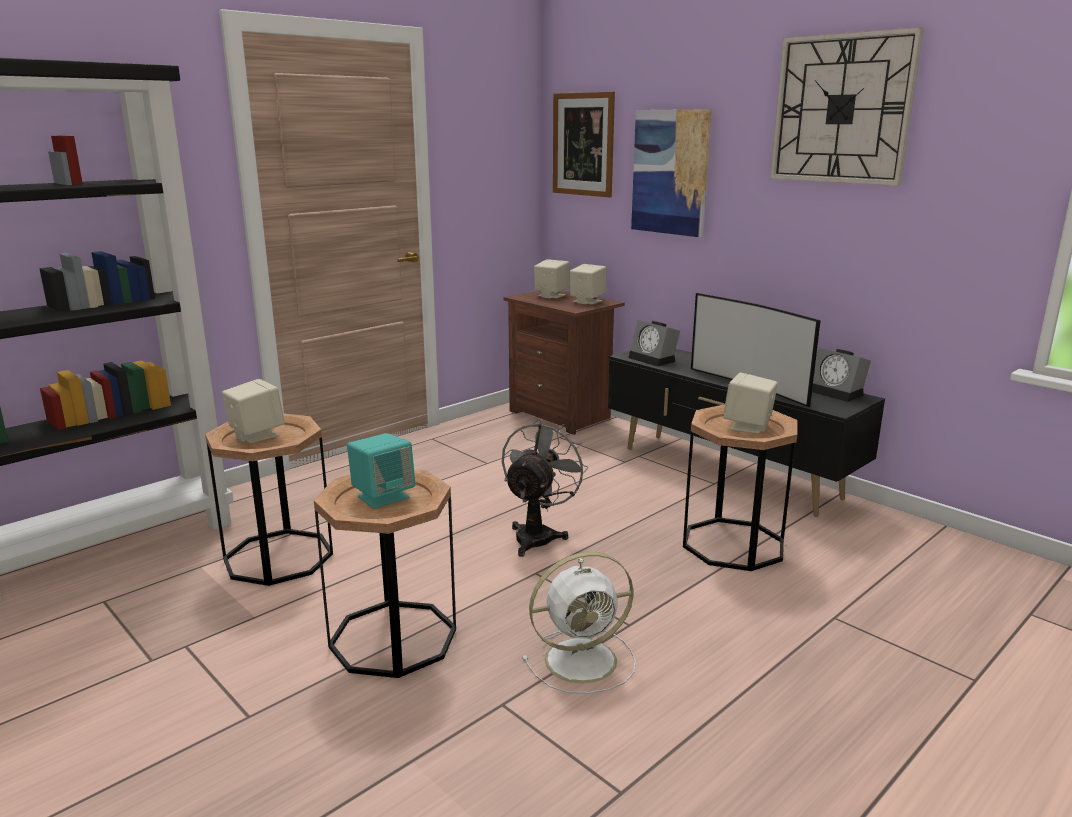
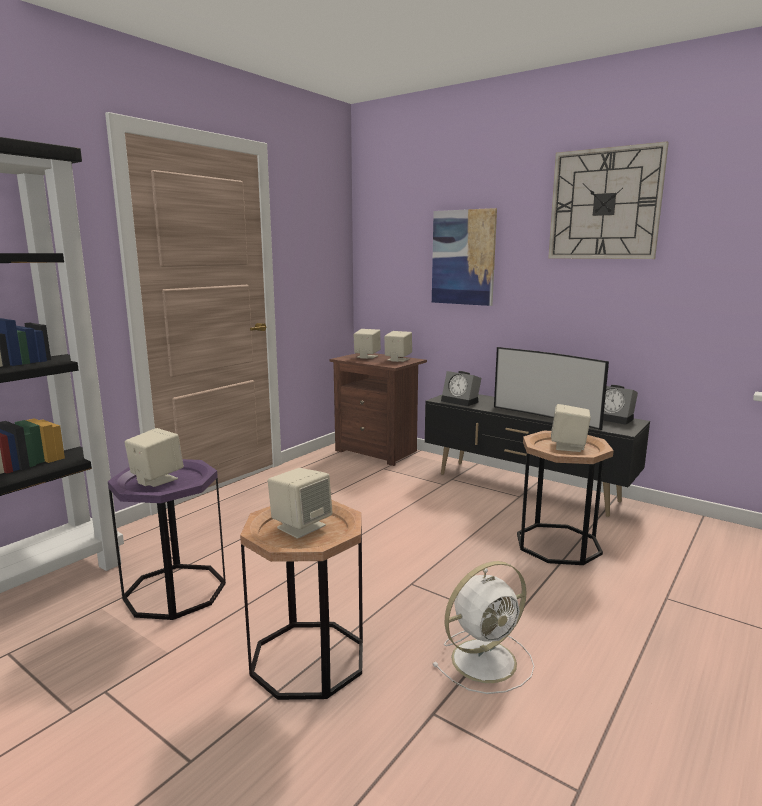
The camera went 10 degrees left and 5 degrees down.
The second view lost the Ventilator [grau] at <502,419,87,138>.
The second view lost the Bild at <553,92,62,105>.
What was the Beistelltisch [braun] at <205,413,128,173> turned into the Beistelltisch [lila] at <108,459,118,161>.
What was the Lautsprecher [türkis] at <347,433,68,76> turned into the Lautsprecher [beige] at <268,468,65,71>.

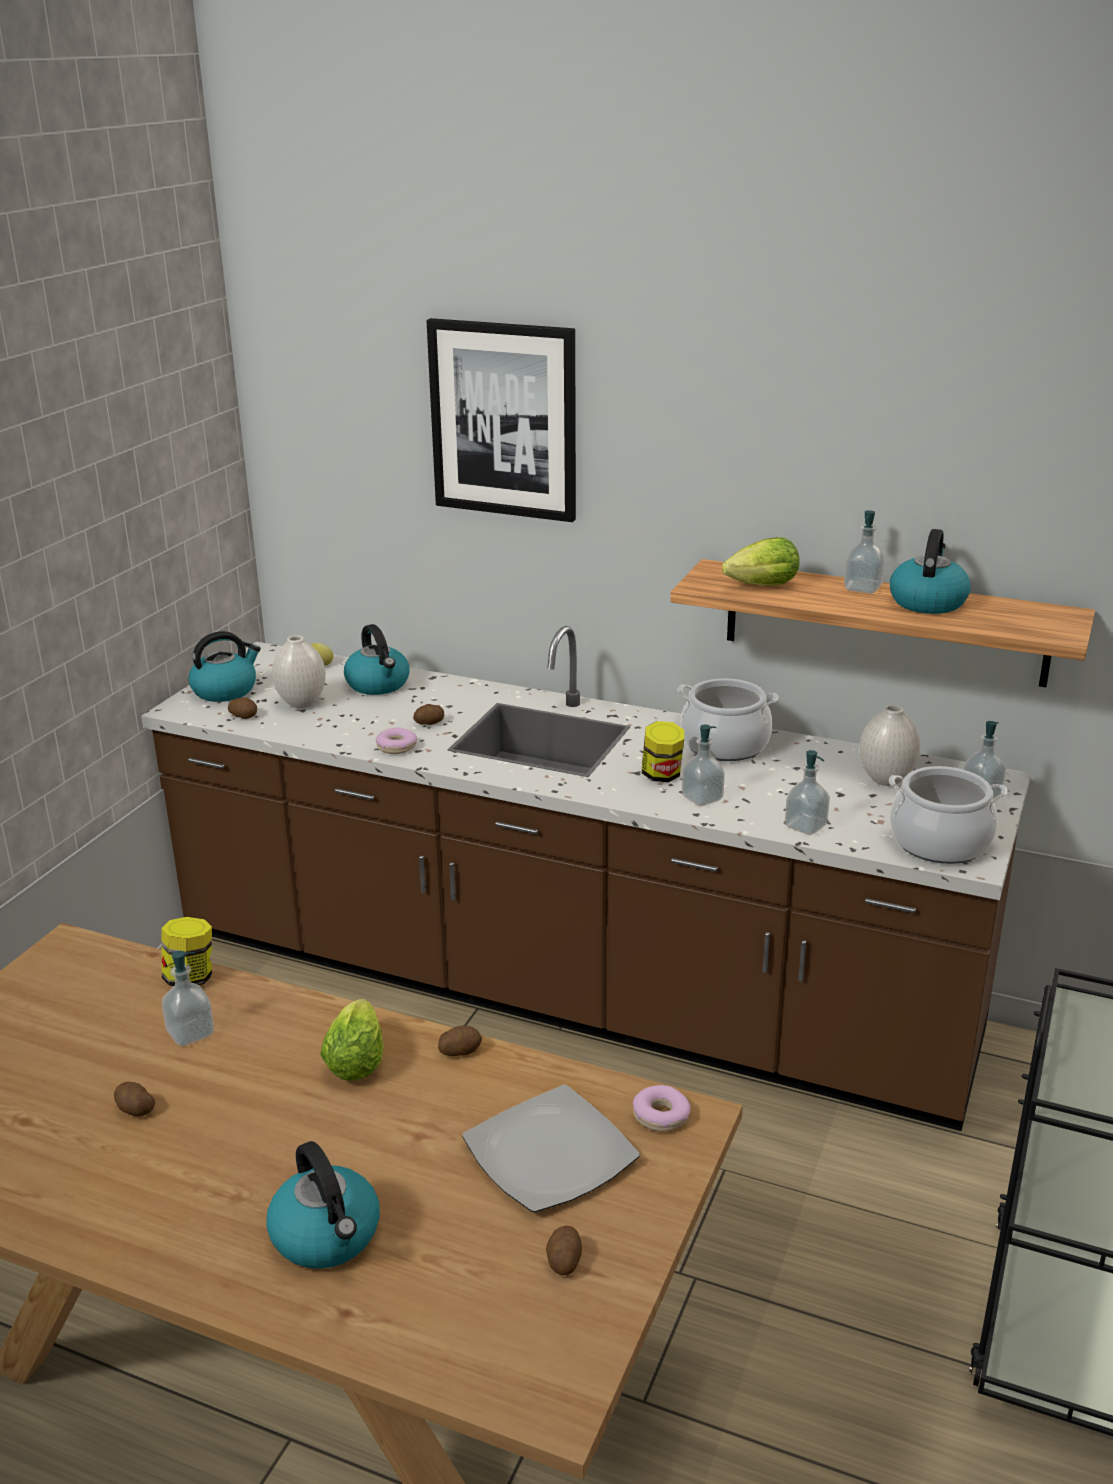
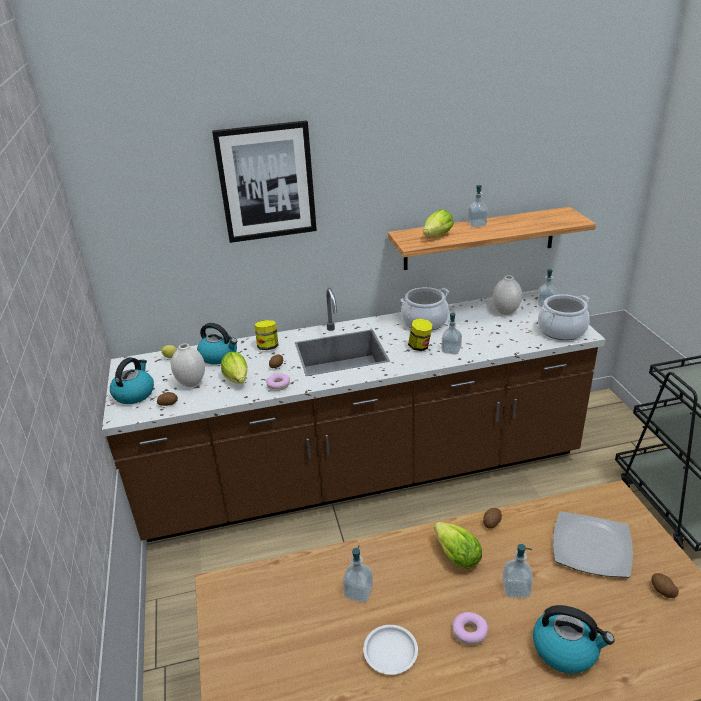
The camera went 35 degrees left and 5 degrees up.
The second view lost the Wasserkessel at <890,529,81,85>.
The second view gained the Salatkopf at <221,352,26,32>.
The Vorratsglas ended up elsewhere, having gone from <161,917,51,69> to <255,320,23,30>.
The Donut ended up elsewhere, having gone from <633,1085,58,47> to <453,612,35,33>.
The Seifenspender ended up elsewhere, having gone from <785,750,45,85> to <502,544,31,54>.
Where the Kartoffel stood at <114,1082,41,34>, the Teller [weiß] came to stand at <363,625,55,50>.

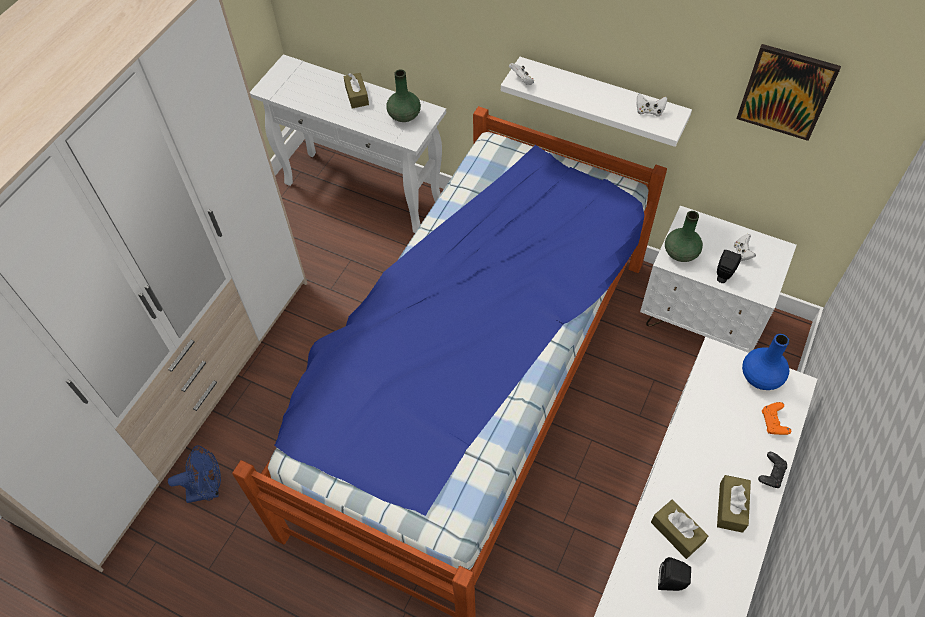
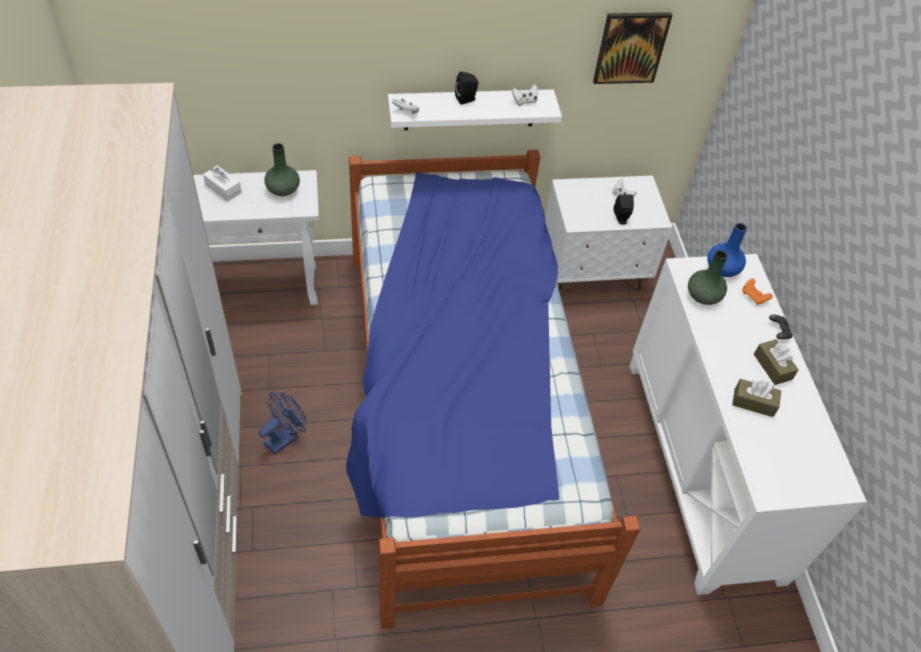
The camera went 40 degrees left and 5 degrees down.
The Ventilator [blau] ended up elsewhere, having gone from <168,445,53,58> to <259,392,47,63>.
The Lautsprecher [schwarz] ended up elsewhere, having gone from <658,557,33,34> to <455,72,23,33>.
The Vase [grün] ended up elsewhere, having gone from <665,211,38,51> to <688,250,40,55>.
What was the Taschentuchbox [braun] at <343,73,26,36> turned into the Taschentuchbox [weiß] at <203,166,39,35>.

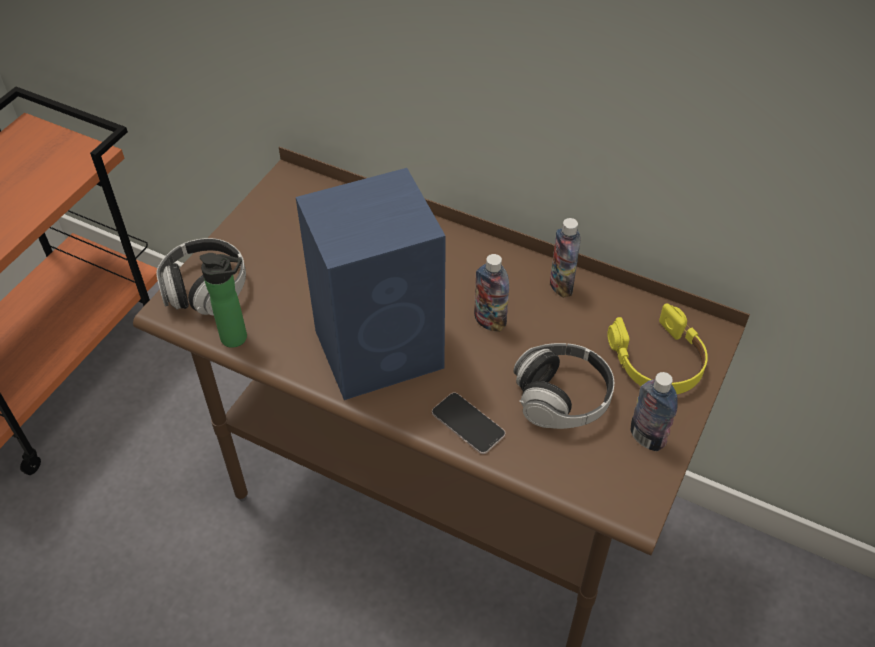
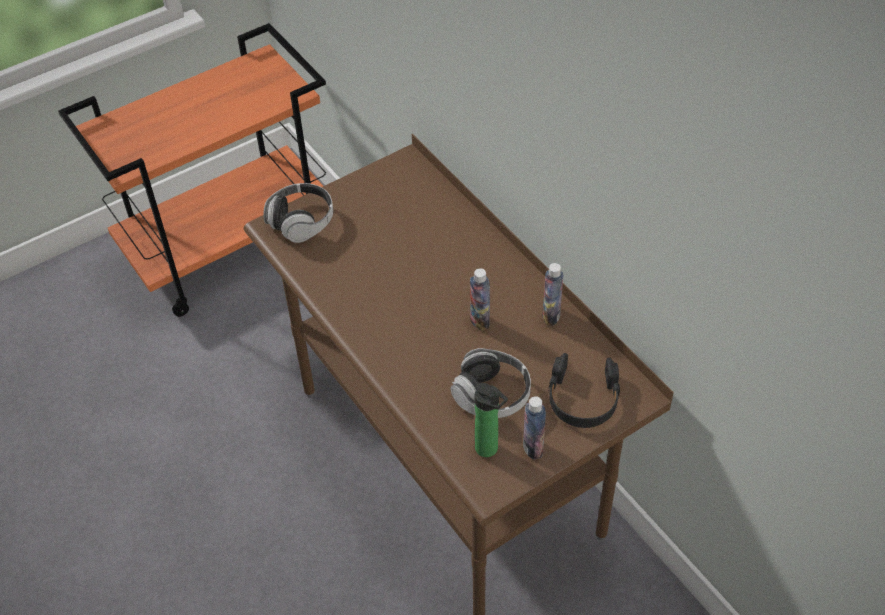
The camera went 30 degrees right and 0 degrees up.
The second view lost the Lautsprecher [blau] at <296,168,150,232>.
The second view lost the Handy at <432,393,73,61>.
The Flasche ended up elsewhere, having gone from <200,253,47,95> to <475,383,33,74>.
What was the Kopfhörer [gelb] at <607,303,101,91> turned into the Kopfhörer [schwarz] at <548,353,72,75>.

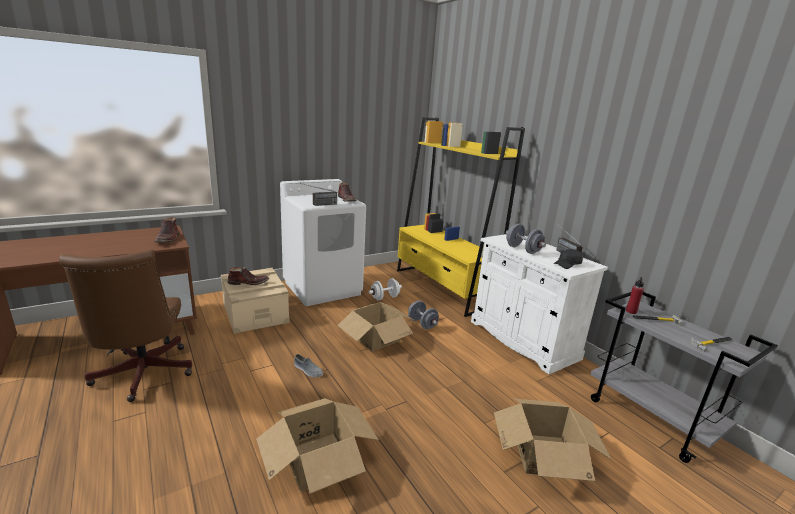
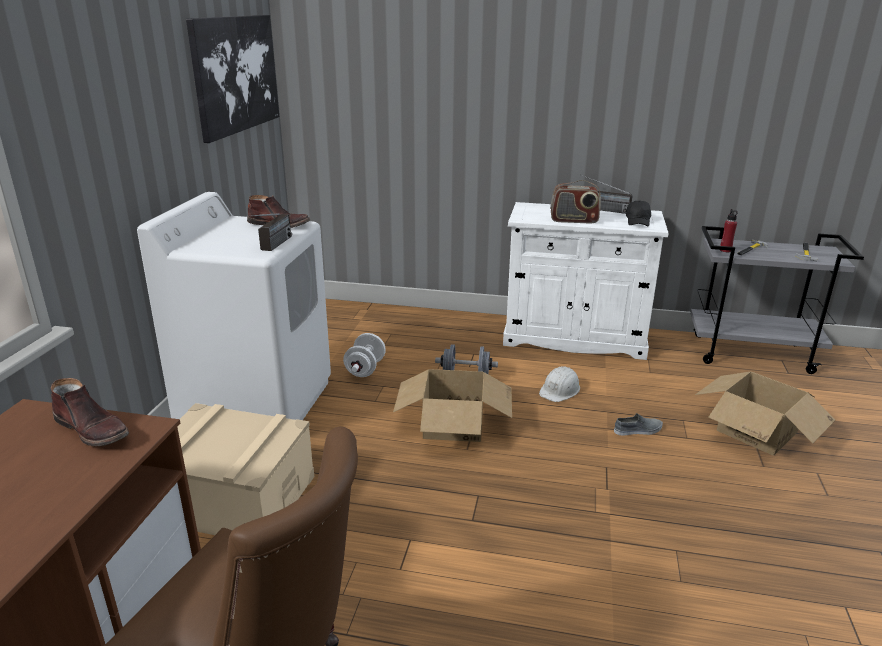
The camera went 45 degrees left and 5 degrees up.
The second view lost the Stiefel [braun] at <228,267,41,18>.
The second view lost the Karton at <256,398,123,96>.
The second view lost the Bücherregal [gelb] at <397,117,128,200>.
The second view gained the Bild at <186,15,93,128>.
The second view gained the Schutzhelm [weiß] at <539,366,41,36>.
The Schuh [grau] ended up elsewhere, having gone from <294,354,29,23> to <614,413,49,22>.
Where the Hantel [grau] stood at <506,224,40,30>, the Radio came to stand at <550,180,51,44>.

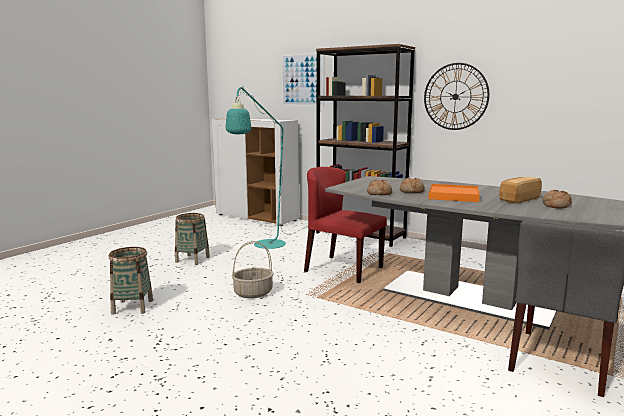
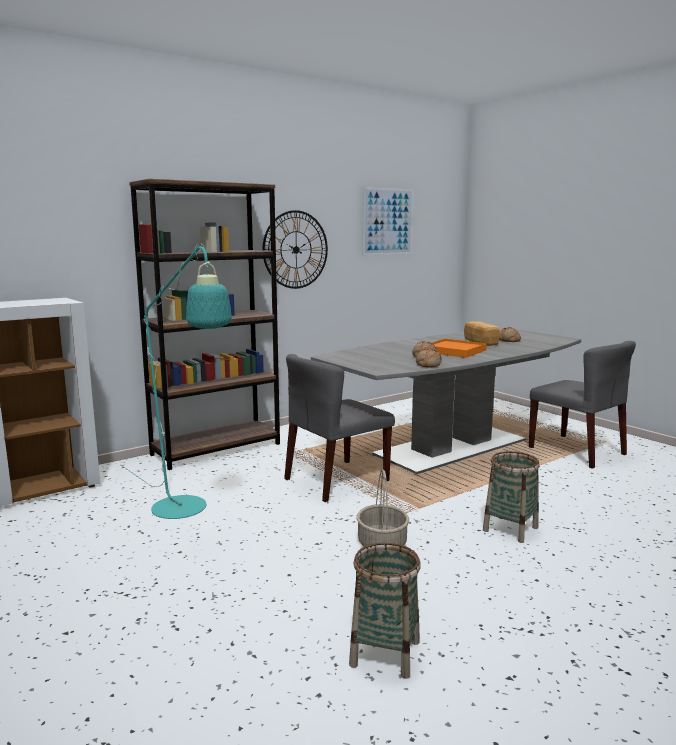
The camera went 70 degrees left and 0 degrees up.
The Korb ended up elsewhere, having gone from <175,213,35,52> to <483,451,57,92>.
The Bild ended up elsewhere, having gone from <281,53,43,54> to <362,187,51,69>.
What was the Stuhl [rot] at <304,167,83,116> turned into the Stuhl [grau] at <284,354,111,148>.

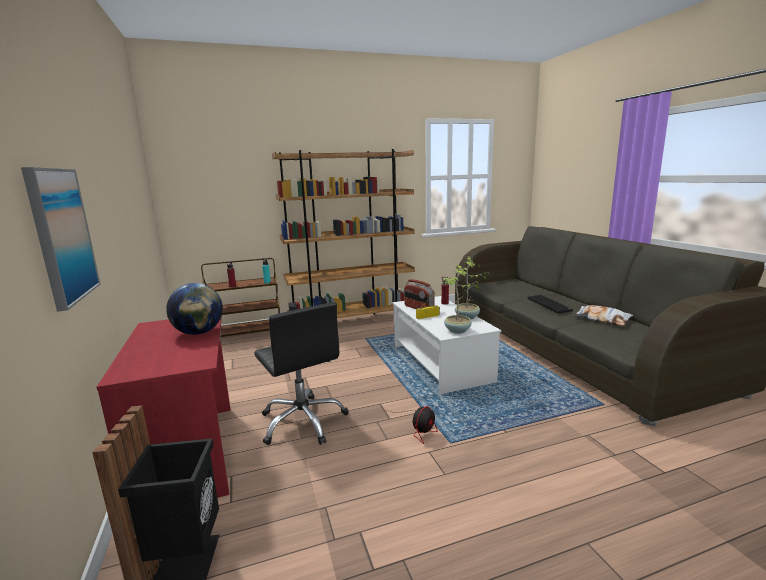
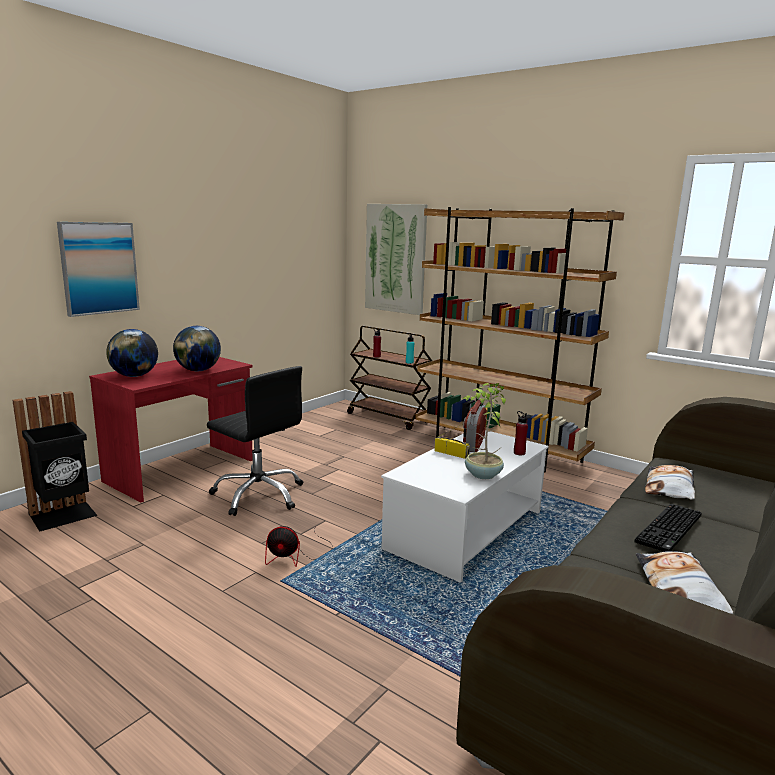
The camera went 55 degrees right and 0 degrees up.
The second view lost the Topfpflanze at <442,264,37,70>.
The second view gained the Globus at <106,329,52,48>.
The second view gained the Bild at <365,204,62,111>.
The second view gained the Kissen at <645,465,50,35>.
The Bürostuhl [schwarz] at <254,302,95,143> ended up facing another way, 75 degrees counterclockwise from before.

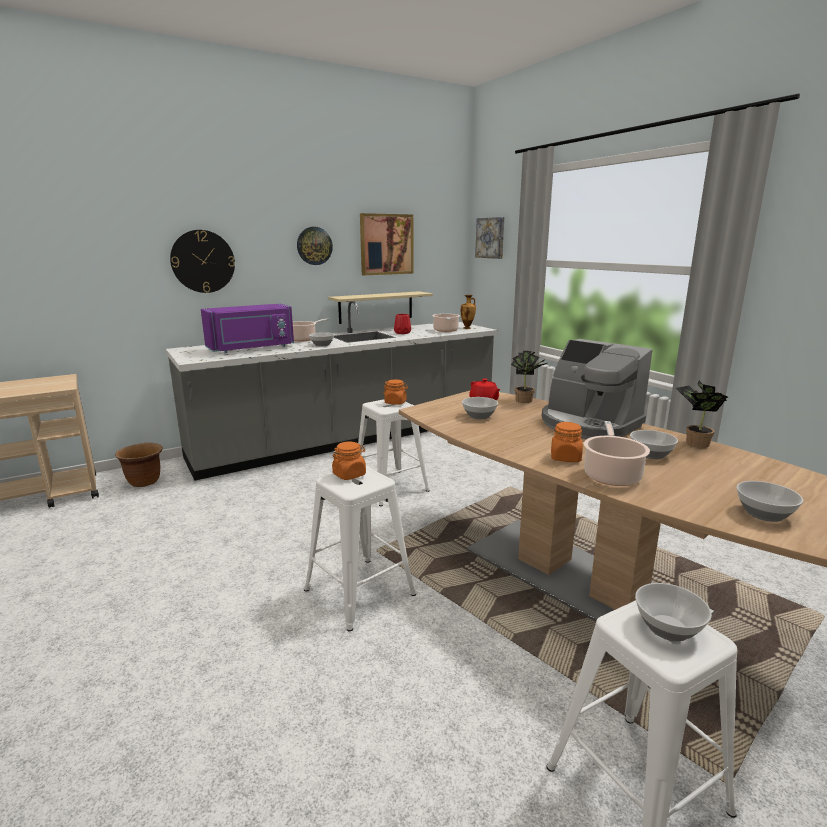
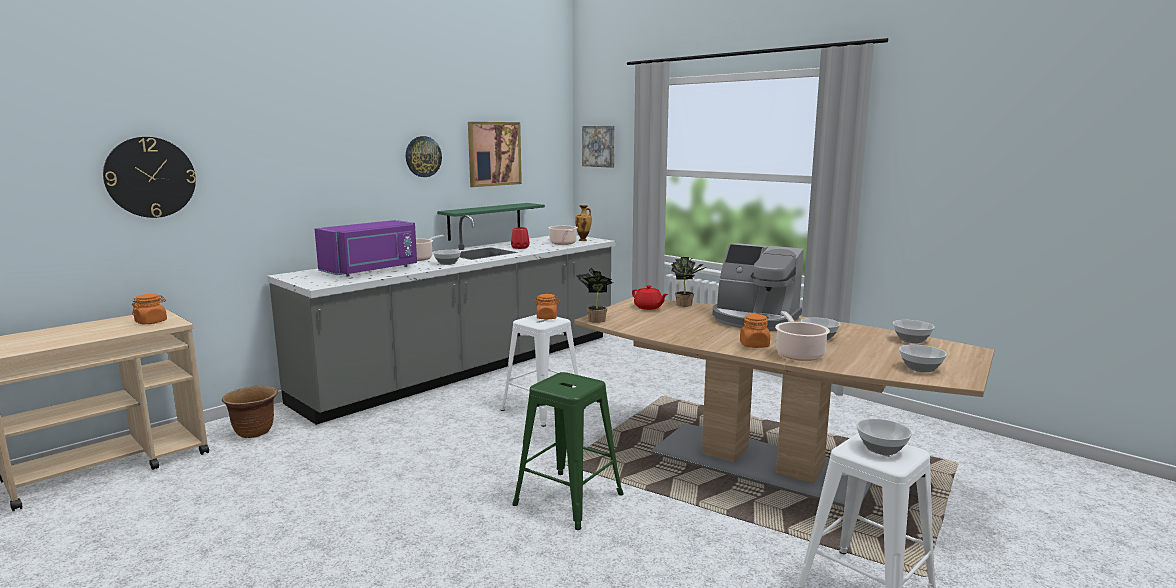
The camera went 15 degrees left and 5 degrees down.
The Wanduhr ended up elsewhere, having gone from <170,230,65,63> to <103,137,93,81>.
The Vorratsglas [orange] ended up elsewhere, having gone from <332,442,34,38> to <132,294,35,30>.
The Schüssel ended up elsewhere, having gone from <462,397,36,22> to <893,320,42,23>.
The Topfpflanze ended up elsewhere, having gone from <676,380,52,68> to <576,268,37,55>.
What was the Hocker [weiß] at <304,466,112,166> turned into the Hocker [grün] at <512,372,112,158>.
What was the Wandregal [beige] at <328,291,105,33> turned into the Wandregal [grün] at <437,203,108,38>.

